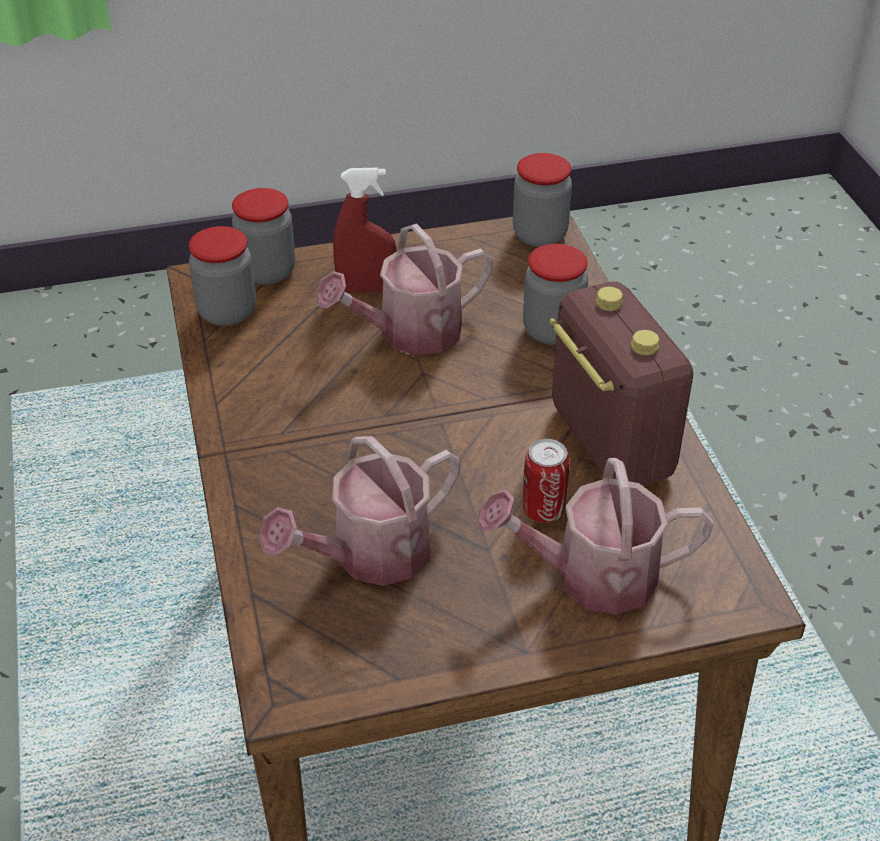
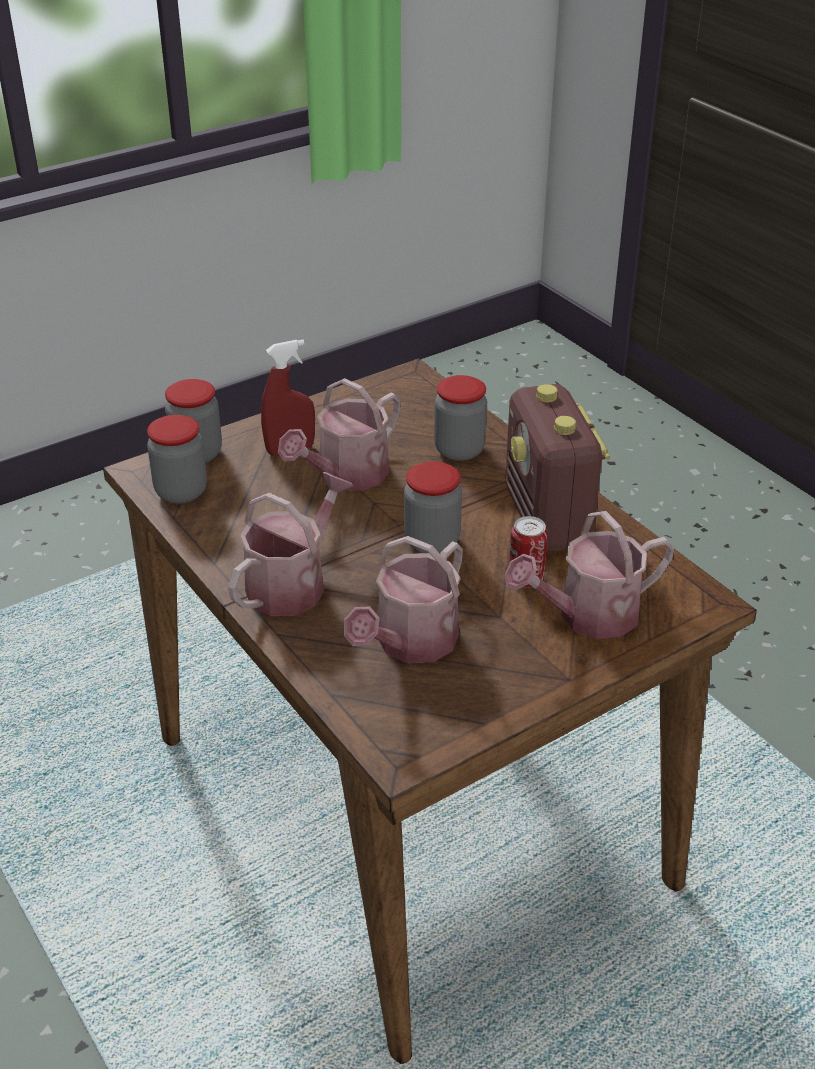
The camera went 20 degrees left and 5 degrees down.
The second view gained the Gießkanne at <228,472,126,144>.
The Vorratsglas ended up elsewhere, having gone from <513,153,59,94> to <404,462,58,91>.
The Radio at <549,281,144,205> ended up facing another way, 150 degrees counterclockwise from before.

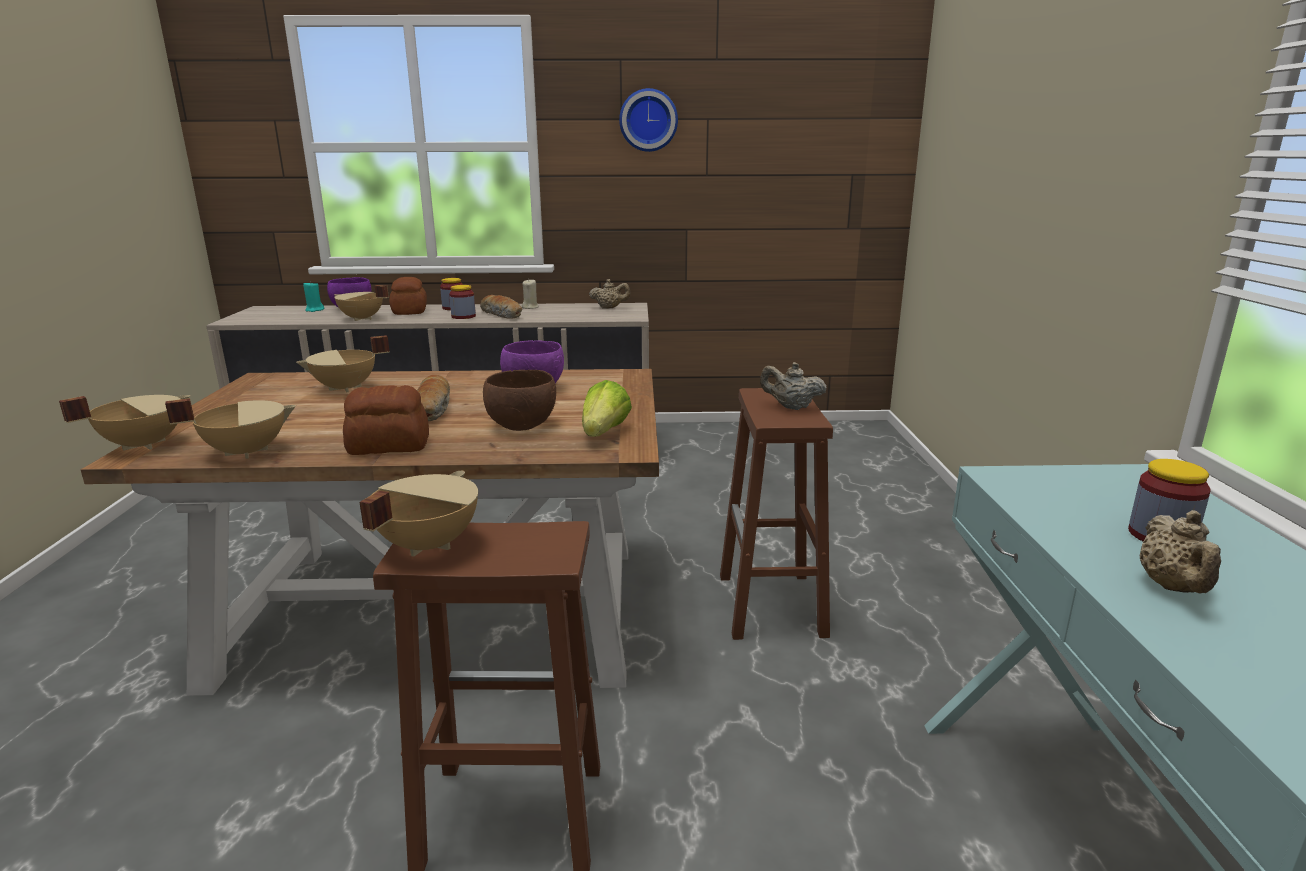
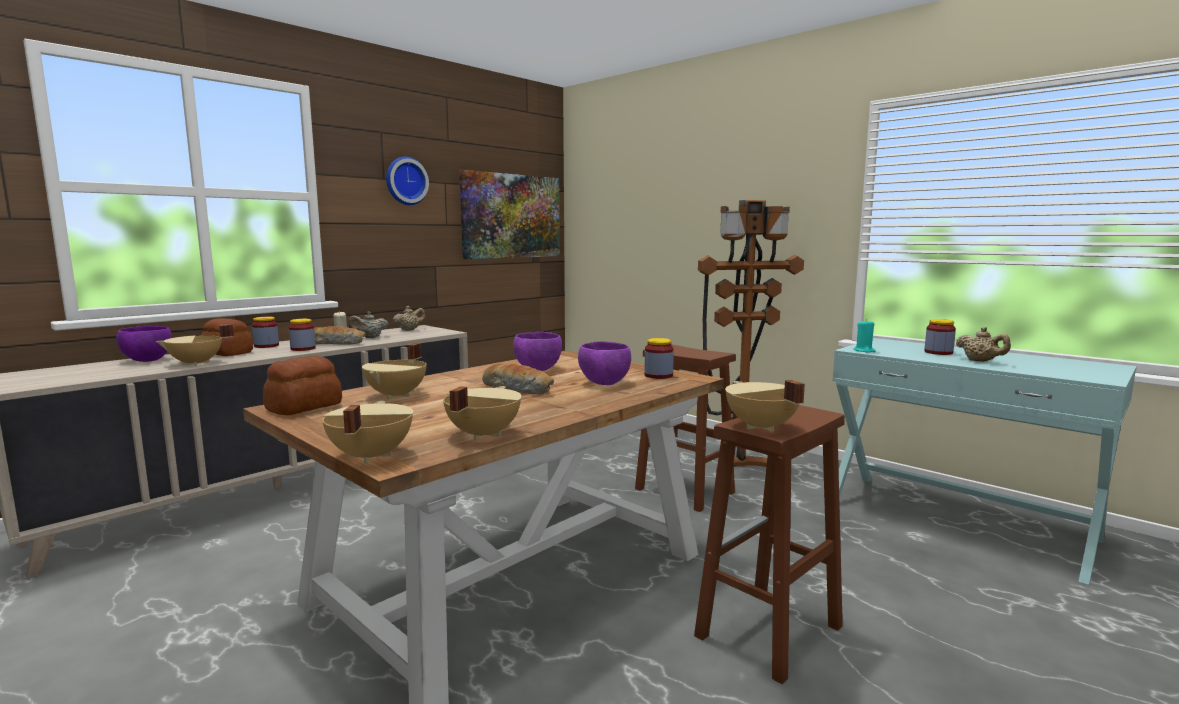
The camera went 45 degrees left and 10 degrees down.
The second view gained the Bild at <459,170,101,89>.
The second view gained the Stehlampe [braun] at <698,200,106,272>.
The Kerze [türkis] ended up elsewhere, having gone from <303,281,21,31> to <854,319,21,34>.
The Brot ended up elsewhere, having gone from <343,385,86,70> to <263,356,79,59>.
The Teekanne [beige] ended up elsewhere, having gone from <760,362,67,48> to <348,312,41,26>.
Where the Salatkopf stood at <582,380,50,57>, the Vorratsglas came to stand at <644,338,30,41>.
What was the Schüssel [braun] at <483,370,73,61> turned into the Schüssel [lila] at <578,341,53,44>.

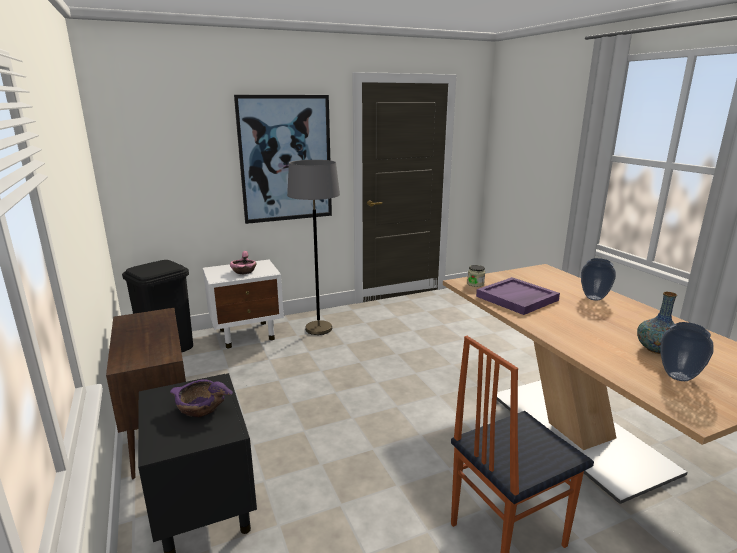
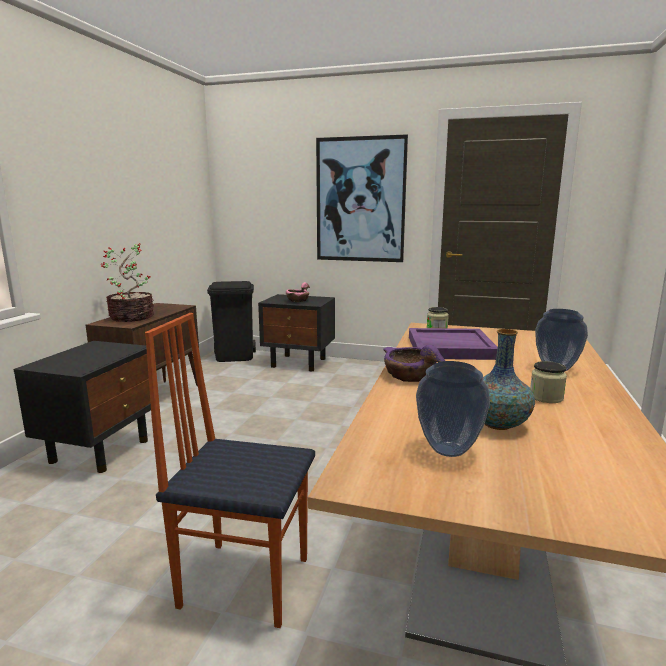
The camera went 40 degrees right and 5 degrees down.
The second view lost the Stehlampe [grau] at <287,160,53,175>.
The second view gained the Topfpflanze at <101,243,53,79>.
The second view gained the Vorratsglas at <530,361,37,42>.
The Schüssel [lila] ended up elsewhere, having gone from <170,379,63,38> to <383,345,62,37>.
What was the Nachttisch [weiß] at <203,260,81,88> turned into the Nachttisch [schwarz] at <258,294,77,77>.

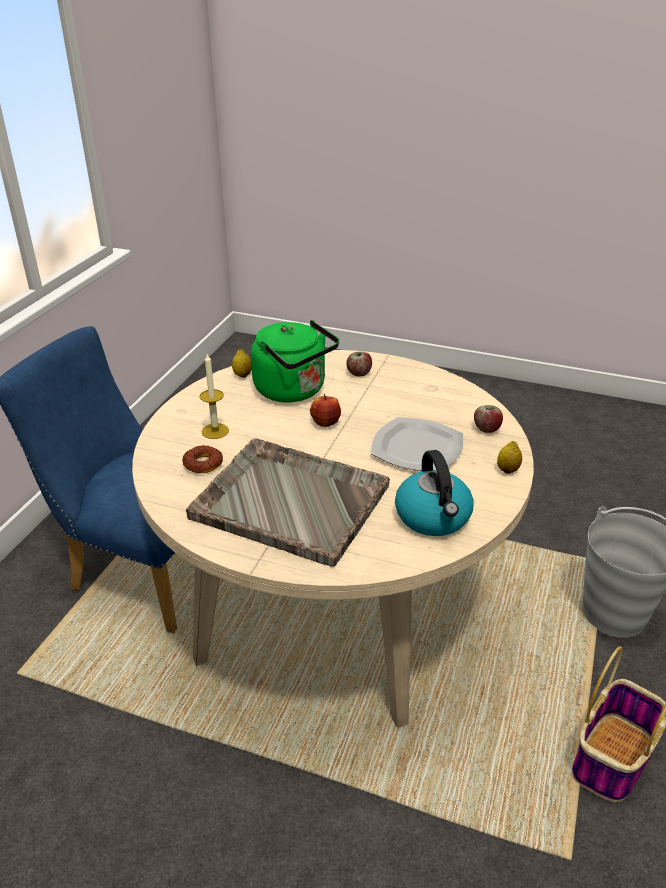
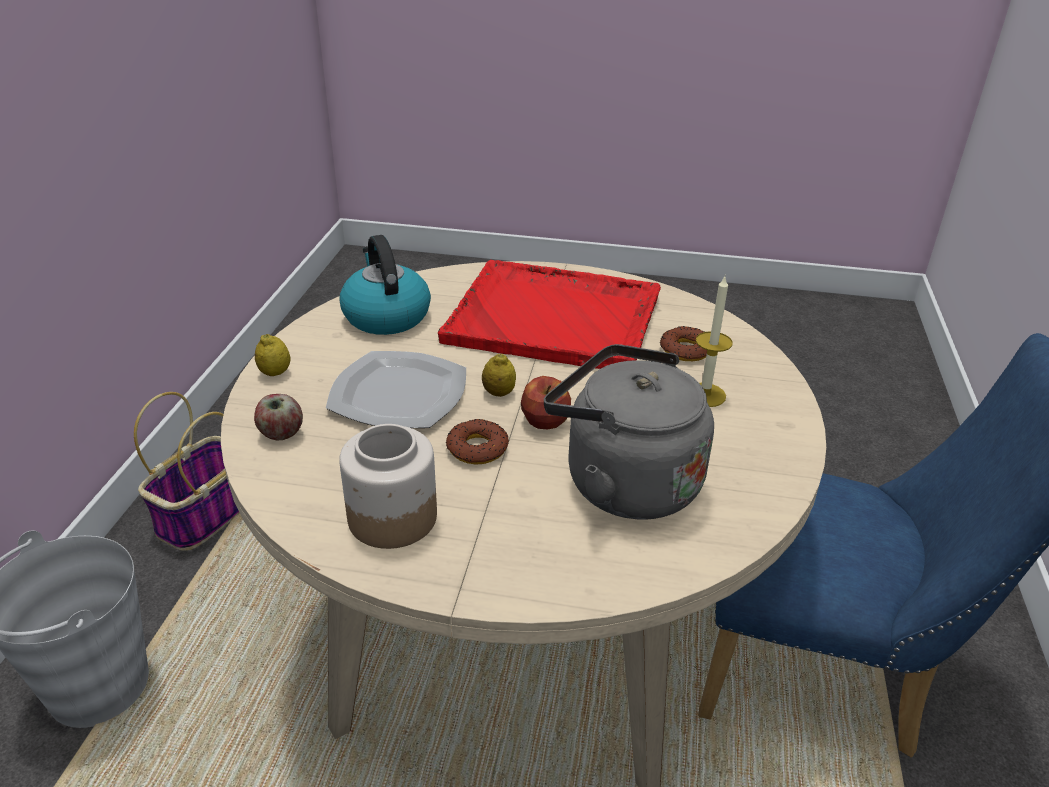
The camera went 170 degrees right and 0 degrees up.
The second view lost the Apfel at <346,352,26,24>.
The second view gained the Vorratsglas at <339,424,98,125>.
The second view gained the Donut at <445,419,64,45>.
The Zitrone ended up elsewhere, having gone from <232,349,20,29> to <482,353,34,44>.
What was the Tablett [grau] at <186,438,204,129> turned into the Tablett [rot] at <438,260,223,109>.
What was the Wasserkessel [grün] at <251,320,88,83> turned into the Wasserkessel [grau] at <544,344,170,176>.

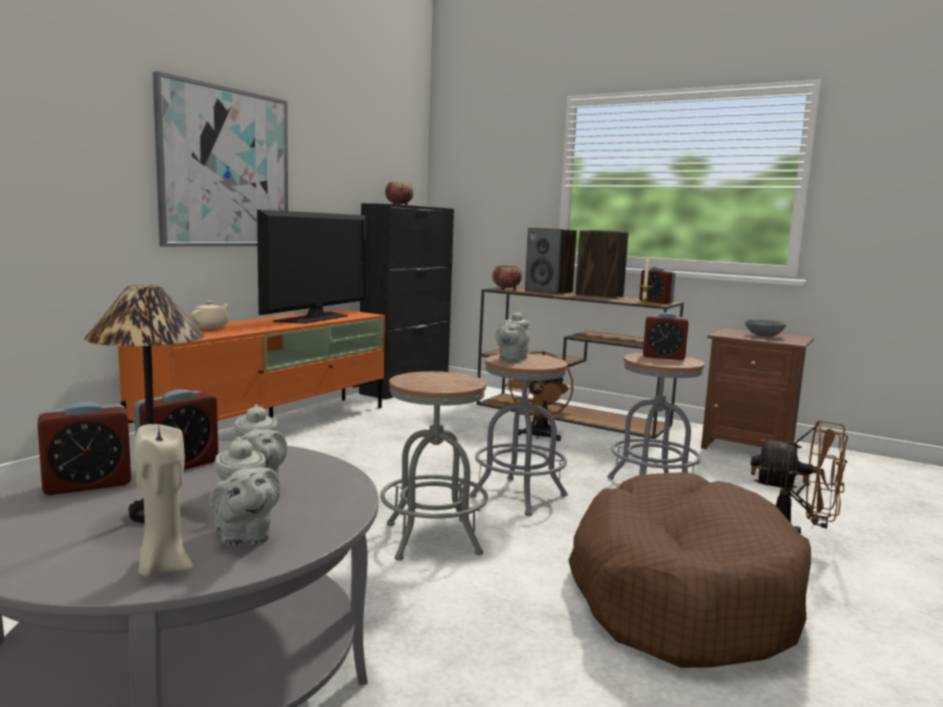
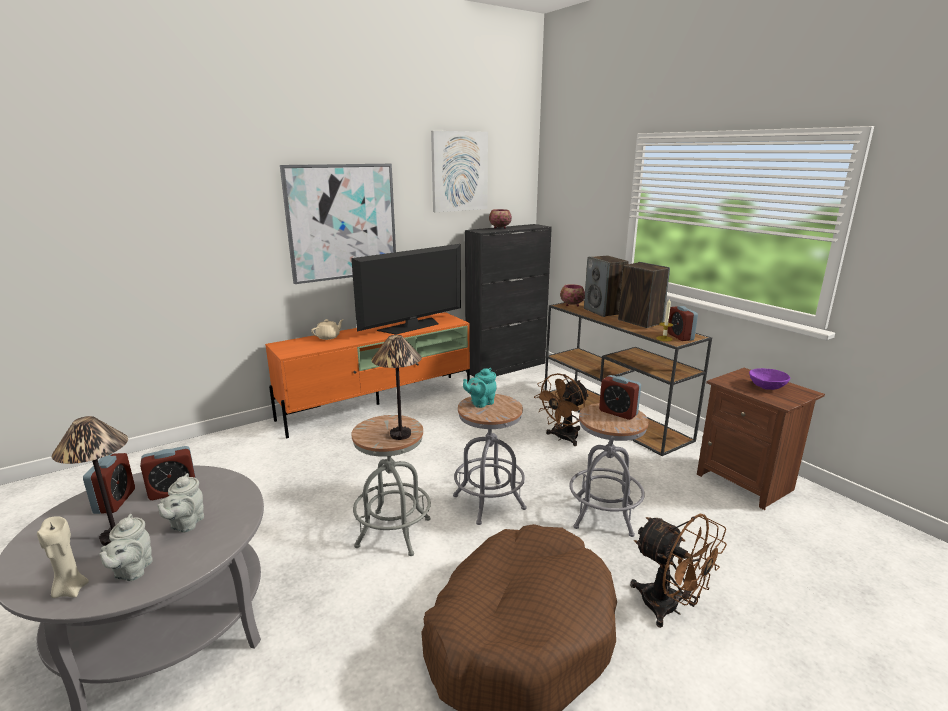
The camera went 25 degrees right and 10 degrees up.
The second view gained the Tischlampe at <371,335,51,105>.
The second view gained the Bild at <431,131,57,81>.
What was the Teekanne [grau] at <495,312,35,50> turned into the Teekanne [türkis] at <463,368,34,40>.
What was the Schüssel [grau] at <745,320,41,17> turned into the Schüssel [lila] at <749,368,41,22>.
The Wecker at <37,402,94,93> ended up facing another way, 90 degrees counterclockwise from before.

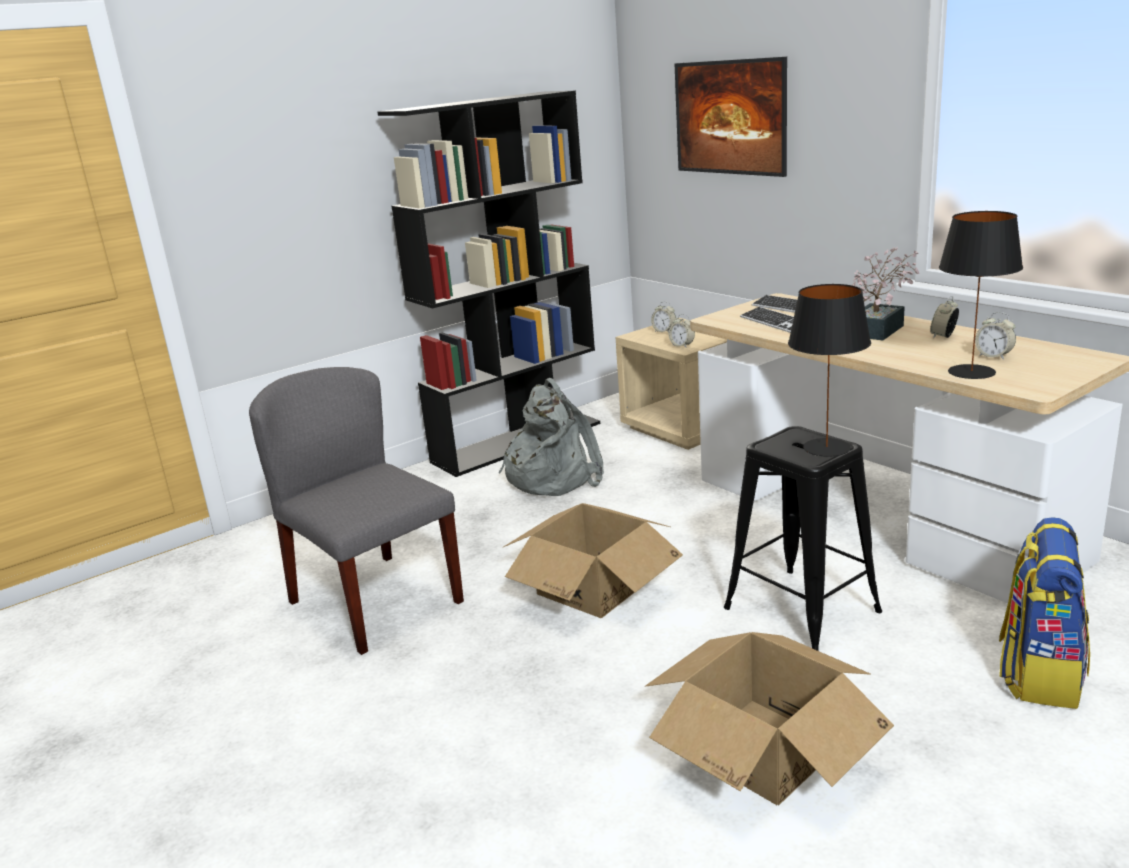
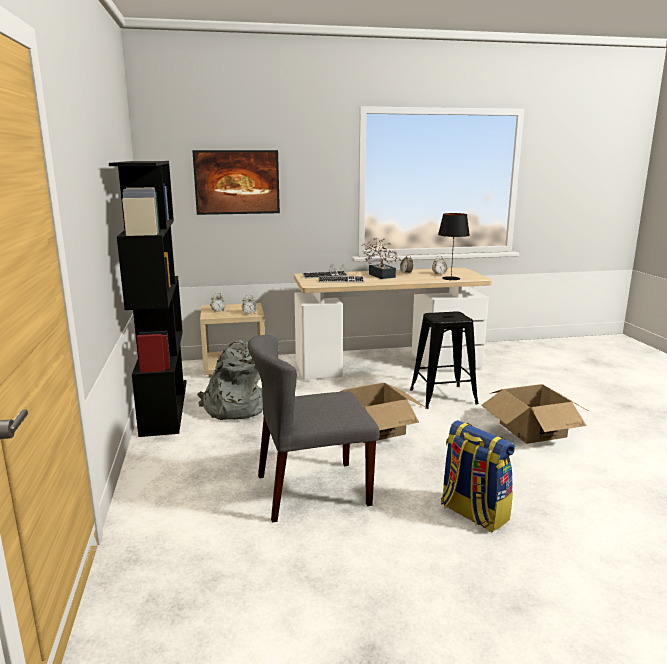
The camera went 65 degrees left and 5 degrees down.
The second view lost the Tischlampe [schwarz] at <788,284,83,173>.
The Rucksack ended up elsewhere, having gone from <999,517,91,192> to <441,420,74,112>.

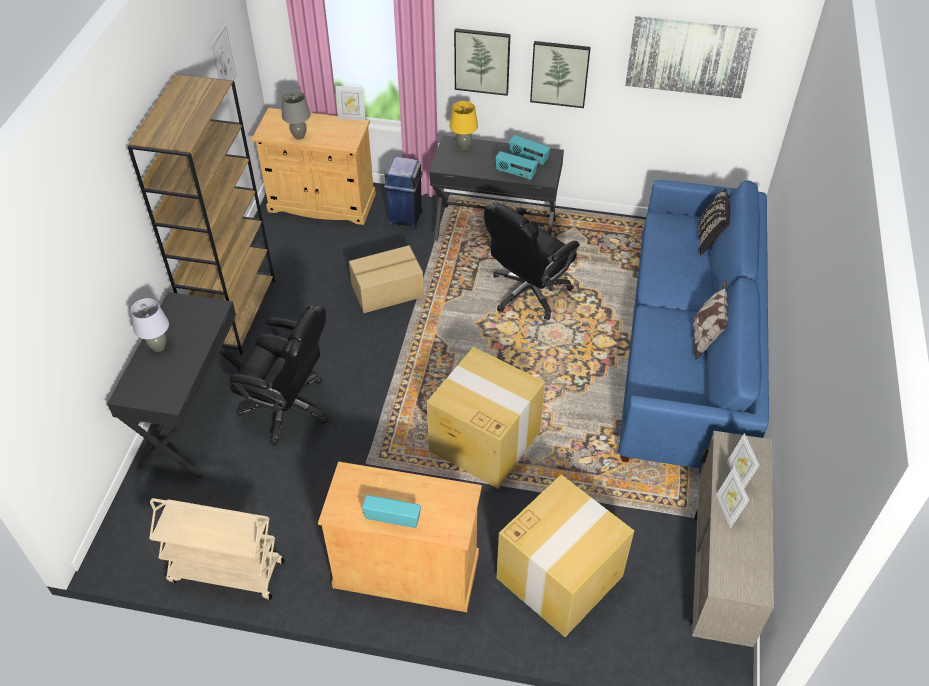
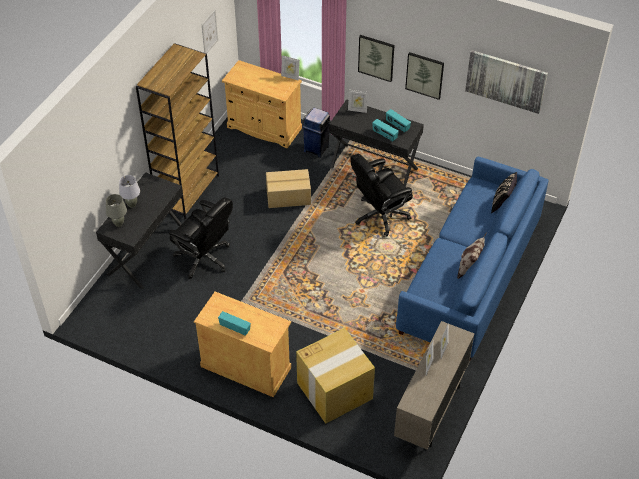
The camera went 15 degrees right and 0 degrees up.
The second view lost the Rollwagen [beige] at <149,498,136,102>.
The second view lost the Karton at <427,347,118,142>.
The Tischlampe [grau] ended up elsewhere, having gone from <282,90,29,50> to <106,194,21,33>.
Where the Tischlampe [gelb] stood at <450,101,28,49>, the Bilderrahmen came to stand at <348,90,20,23>.

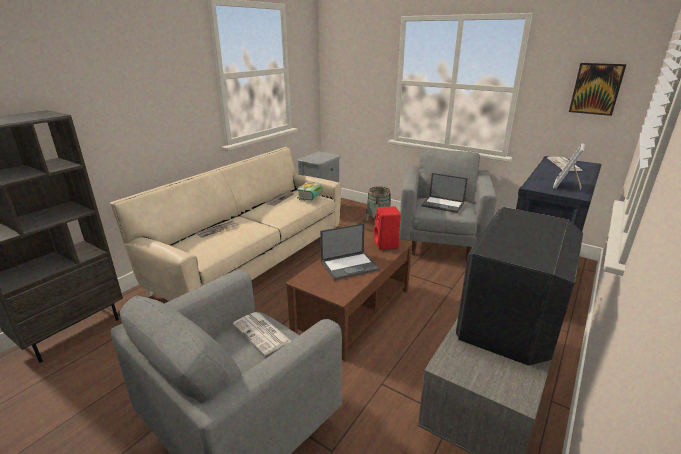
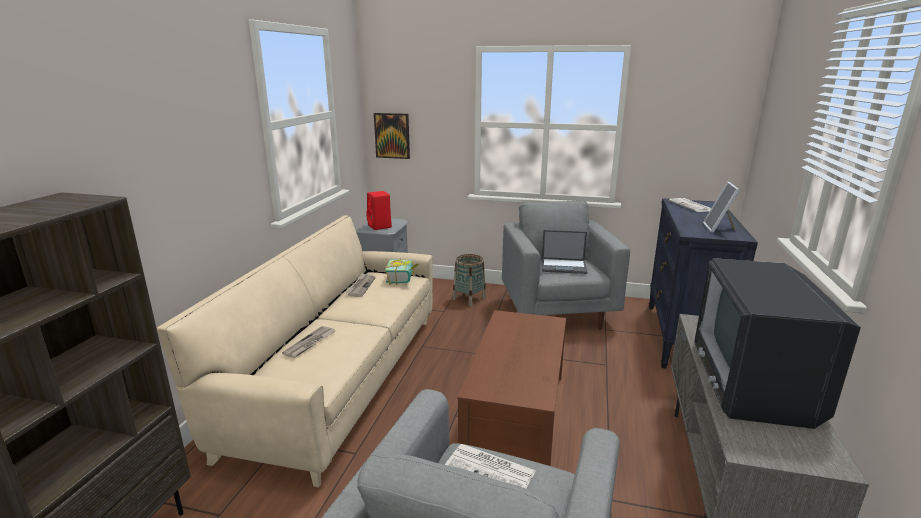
The camera went 20 degrees left and 5 degrees down.
The second view lost the Laptop at <320,223,59,57>.
The Lautsprecher [rot] ended up elsewhere, having gone from <374,206,27,43> to <367,191,25,39>.
The Bild ended up elsewhere, having gone from <569,63,57,53> to <374,113,36,46>.

